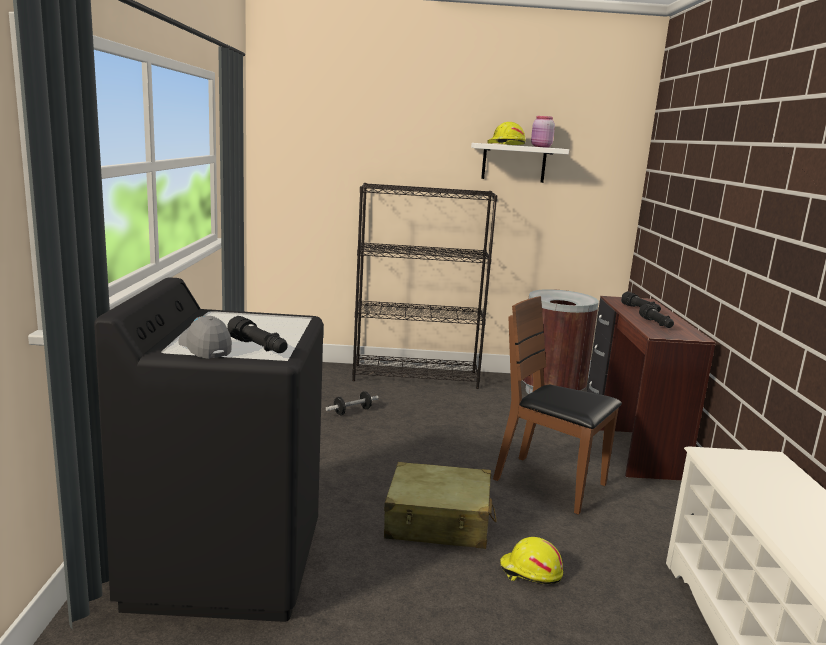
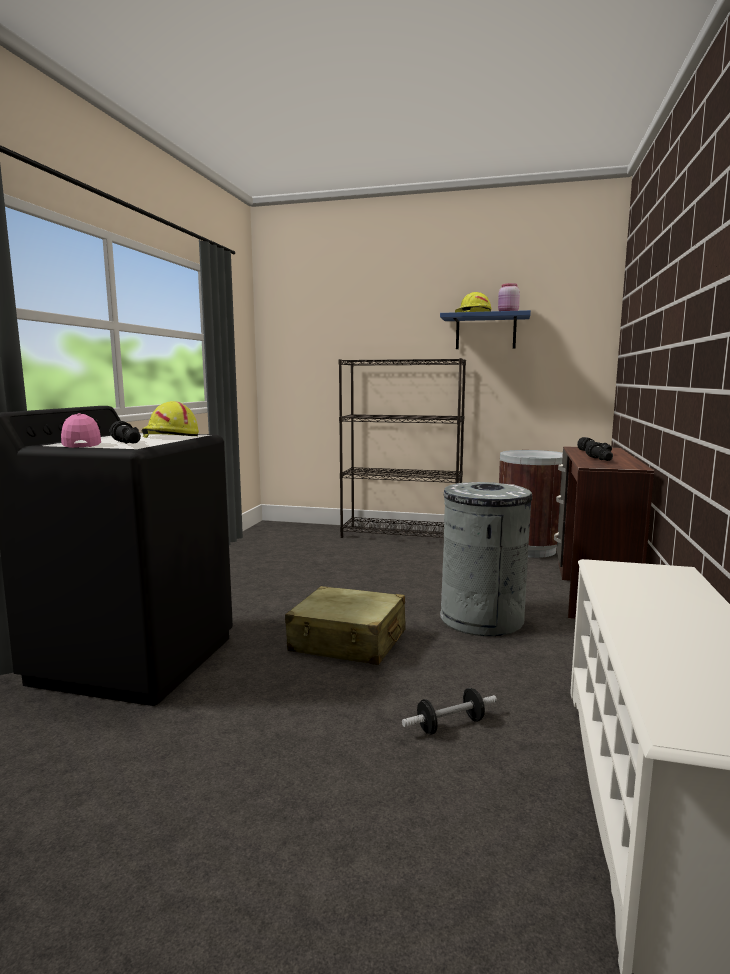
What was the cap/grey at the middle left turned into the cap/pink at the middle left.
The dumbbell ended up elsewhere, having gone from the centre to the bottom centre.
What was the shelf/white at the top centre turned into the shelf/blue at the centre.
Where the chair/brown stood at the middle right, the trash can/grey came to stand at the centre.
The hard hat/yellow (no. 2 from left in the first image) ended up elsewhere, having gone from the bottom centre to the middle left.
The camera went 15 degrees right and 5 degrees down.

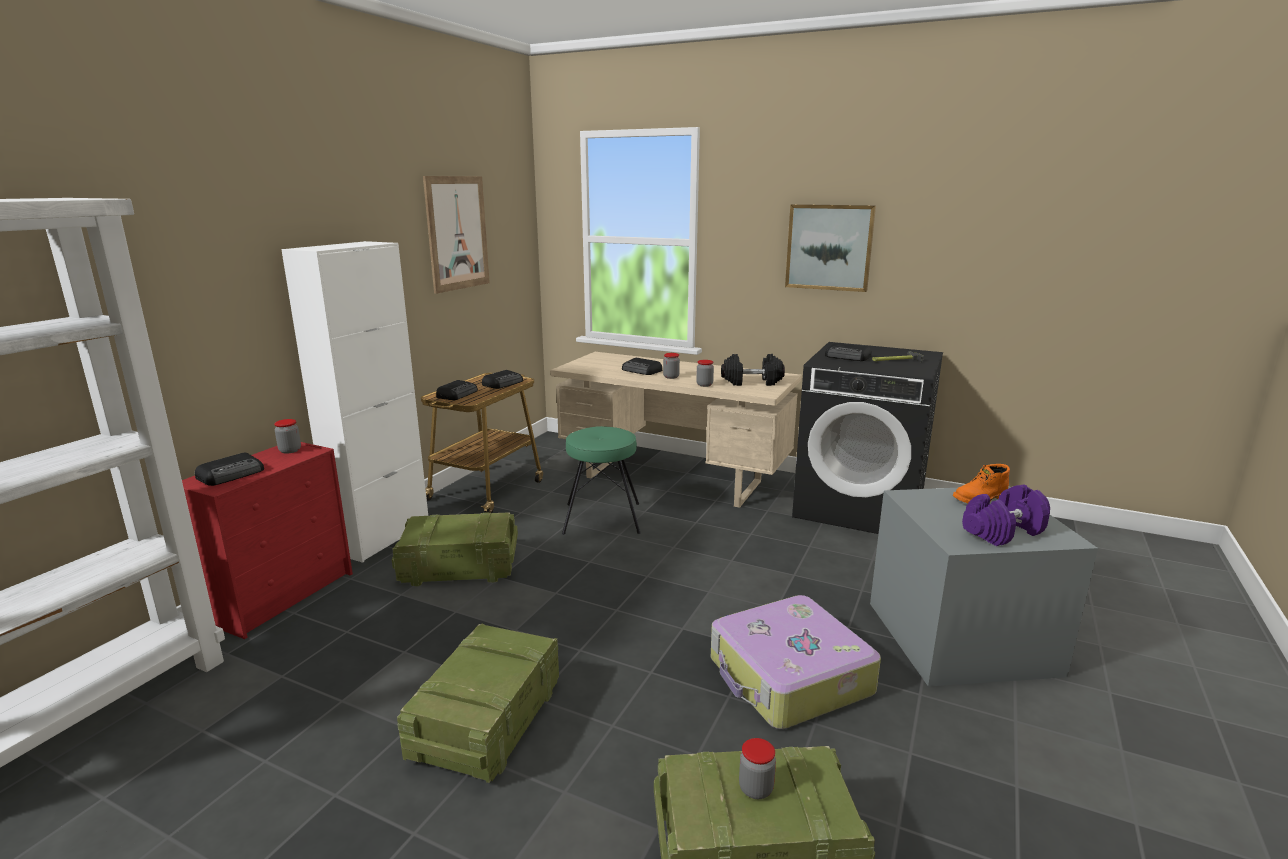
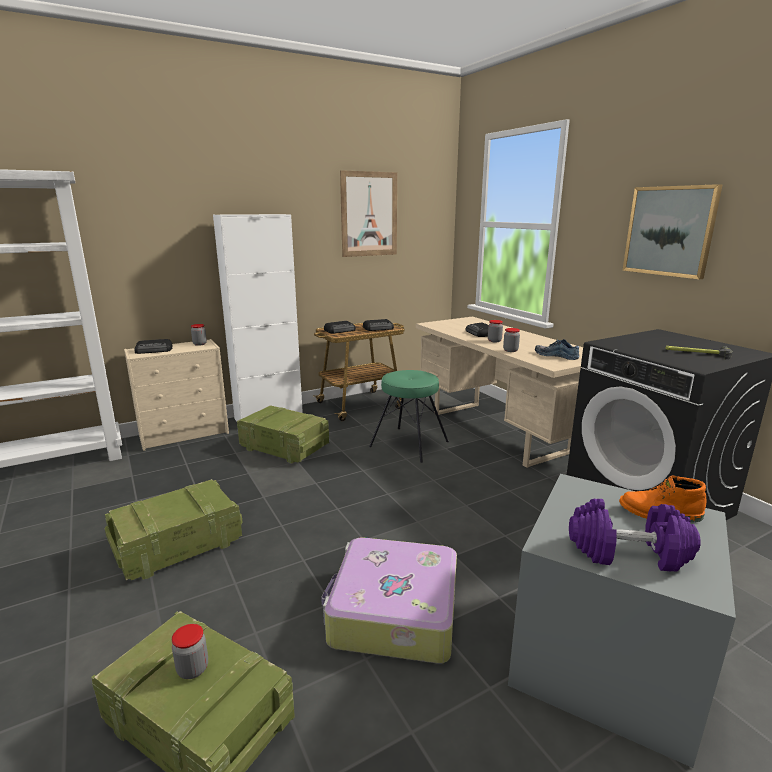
What was the dresser/red at the middle left turned into the dresser/beige at the middle left.
Where the dumbbell/black stood at the centre, the shoe came to stand at the middle right.
The second view lost the radio (no. 5 from left) at the centre.
The camera went 35 degrees right and 0 degrees up.

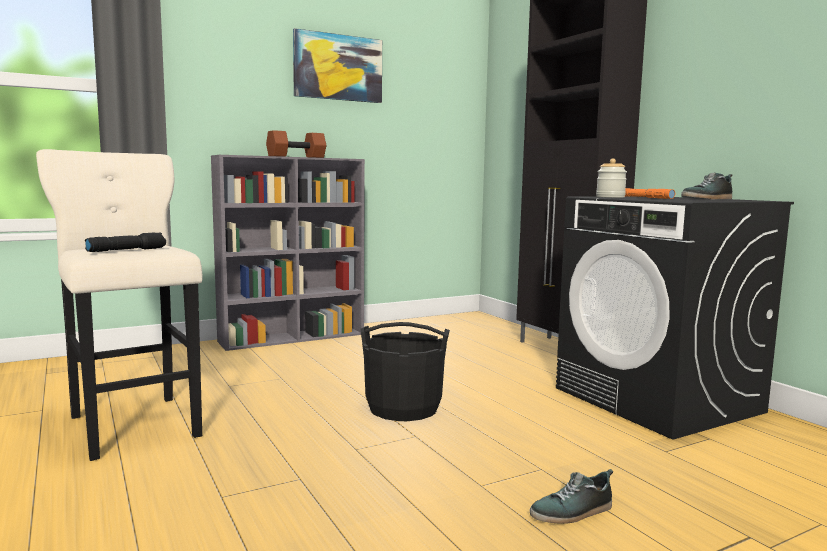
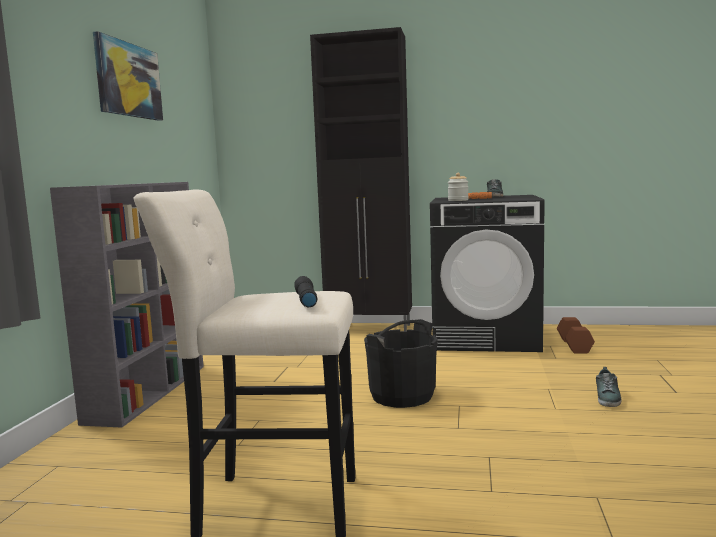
The dumbbell/brown ended up elsewhere, having gone from the top centre to the middle right.
The camera went 50 degrees left and 0 degrees up.

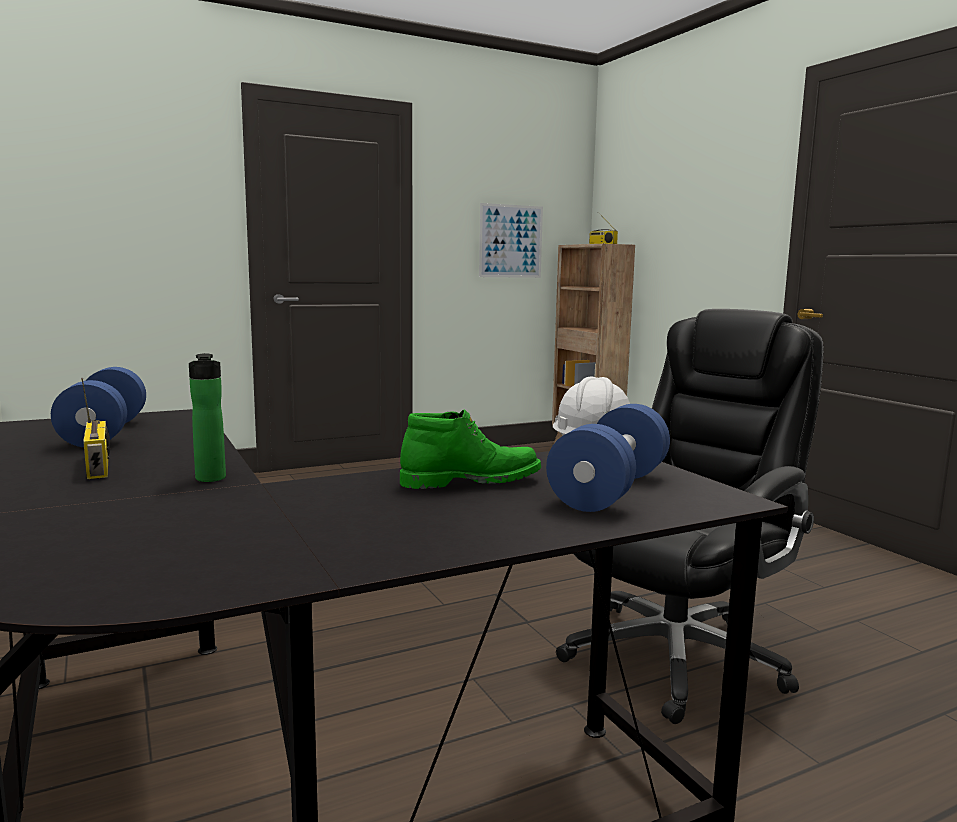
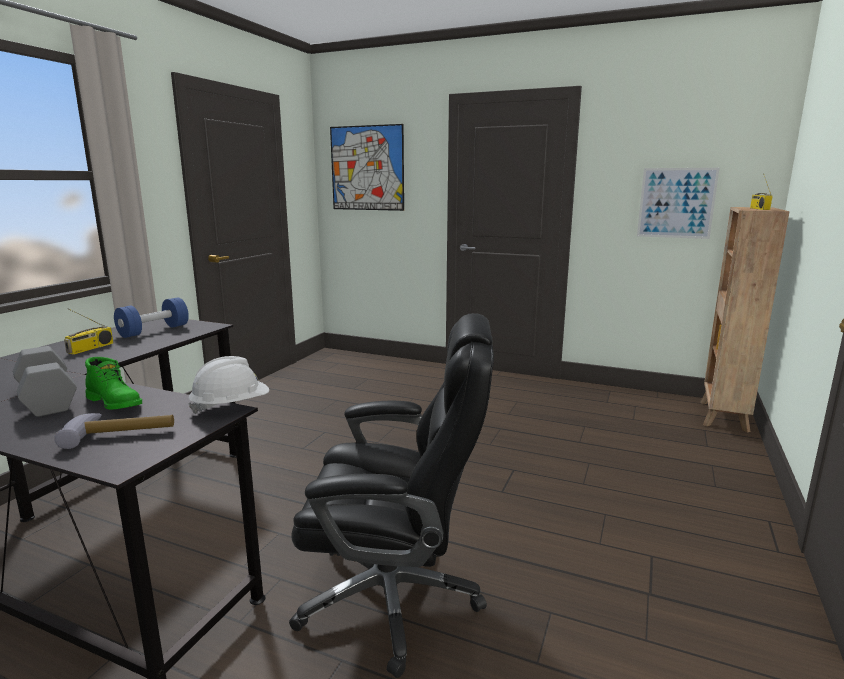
The second view lost the bottle at the middle left.
Where the dumbbell/blue (no. 2 from left) stood at the centre, the hammer came to stand at the middle left.
The second view gained the dumbbell/grey at the middle left.
The second view gained the picture (no. 1 from left) at the top centre.
The camera went 50 degrees right and 5 degrees up.

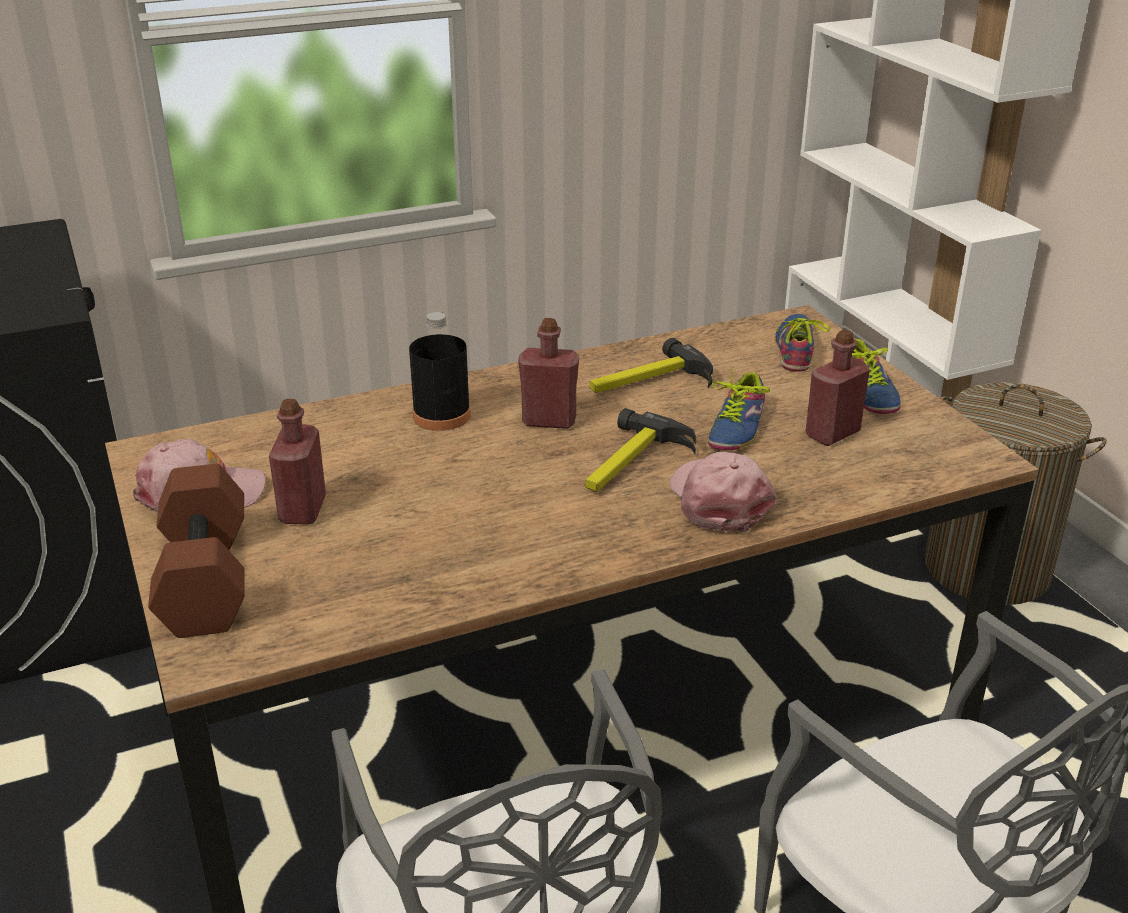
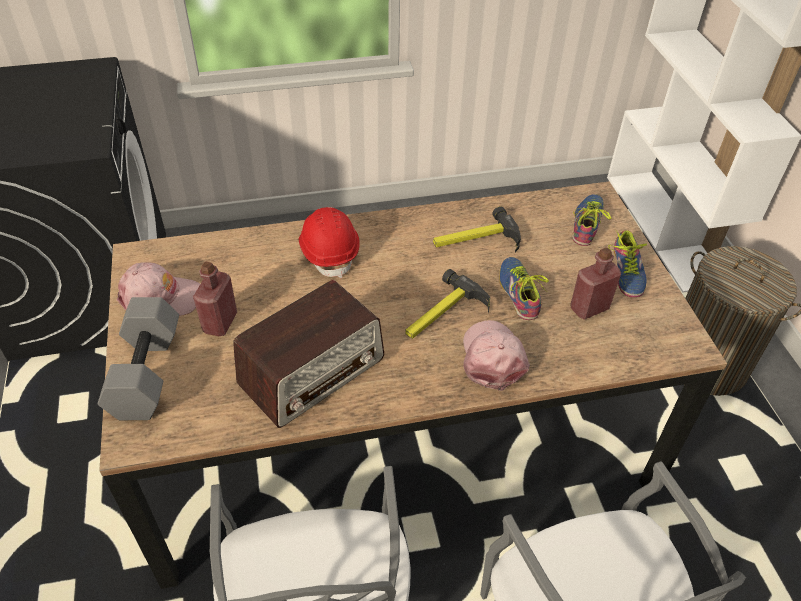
What was the dumbbell/brown at the middle left turned into the dumbbell/grey at the middle left.
Where the bottle/black stood at the centre, the hard hat/red came to stand at the centre.
The second view lost the bottle/red (no. 2 from left) at the centre.
The shoe (no. 1 from left) at the centre ended up facing another way, 135 degrees clockwise from before.
The second view gained the radio at the centre.
The camera went 10 degrees right and 15 degrees up.

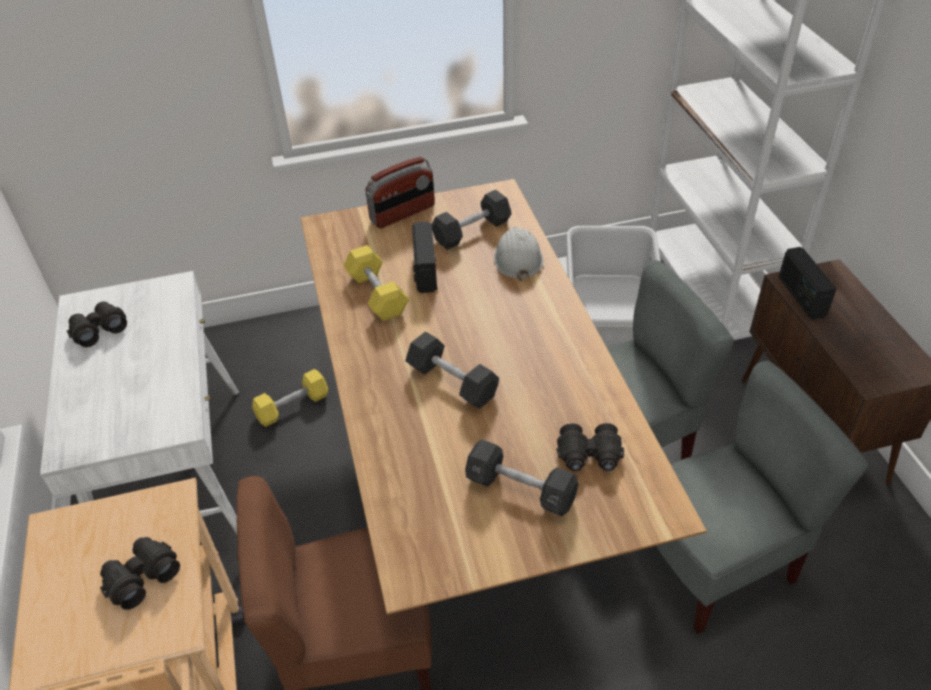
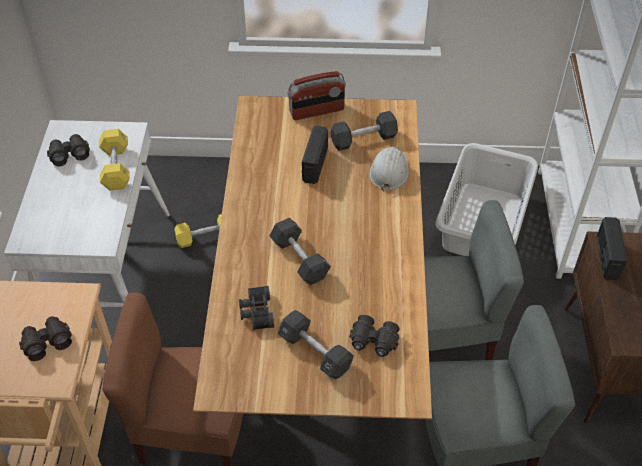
The dumbbell/yellow (no. 2 from left in the first image) ended up elsewhere, having gone from the centre to the middle left.
The second view gained the binoculars/black (no. 3 from left) at the centre.
The camera went 15 degrees right and 5 degrees up.

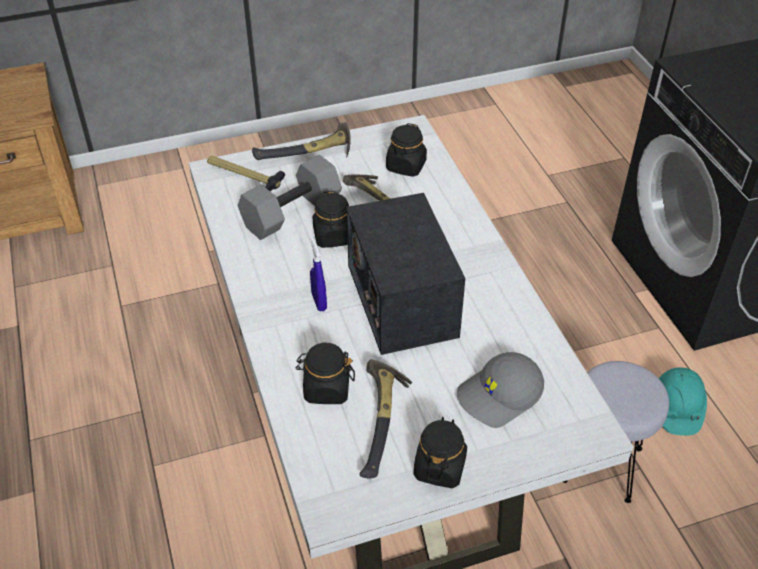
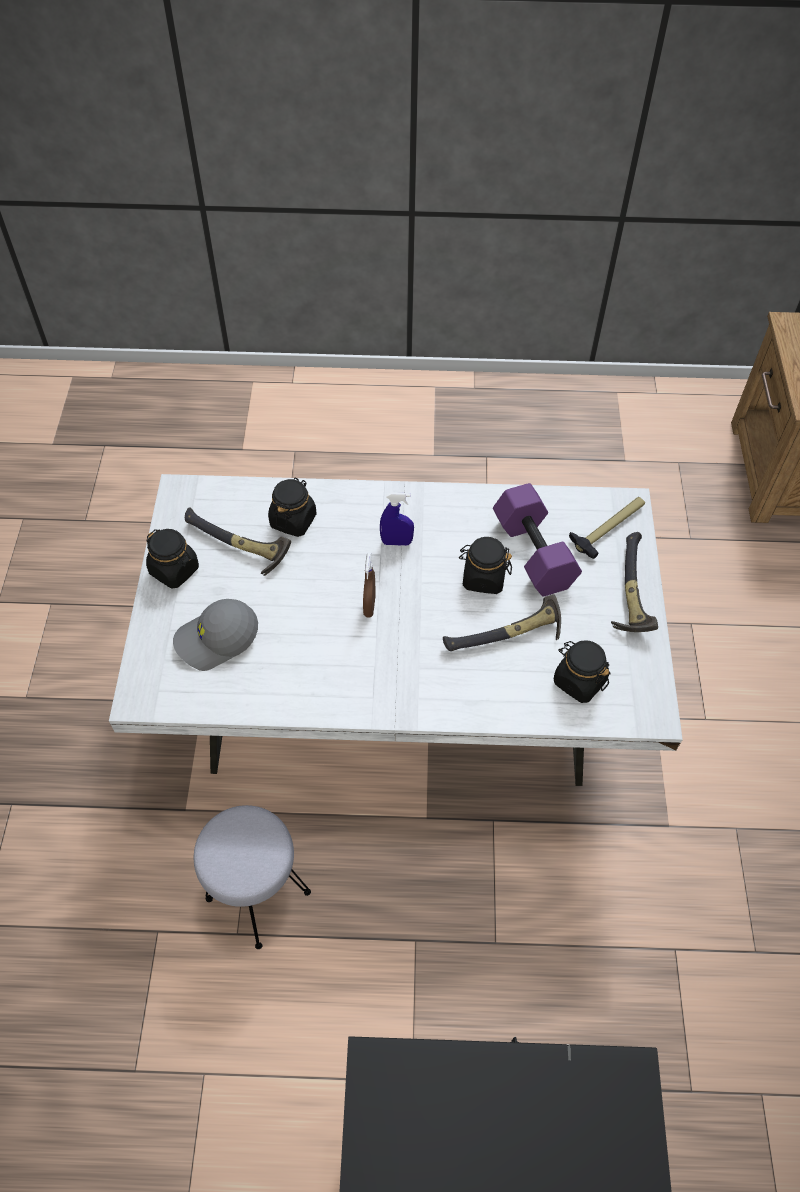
What was the dumbbell/grey at the centre turned into the dumbbell/purple at the middle right.
Where the radio stood at the centre, the spray bottle/brown came to stand at the centre.
The cap/grey at the bottom centre ended up facing another way, 105 degrees counterclockwise from before.
The second view lost the hard hat/turquoise at the bottom right.
The camera went 110 degrees right and 10 degrees up.

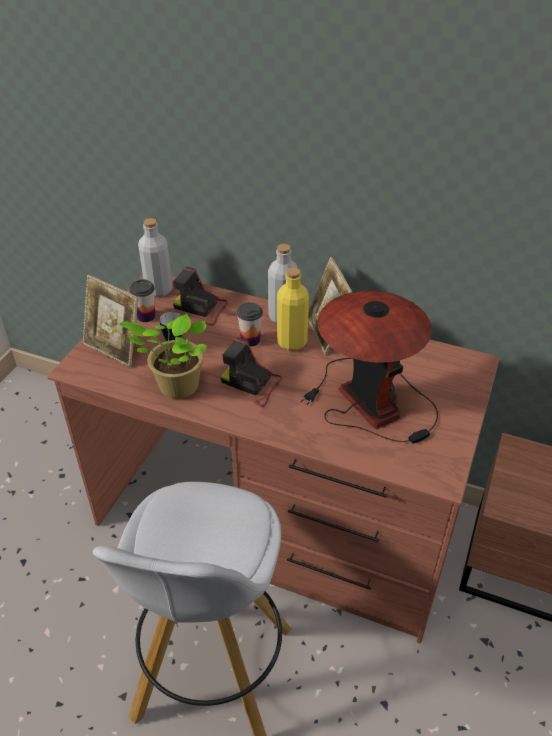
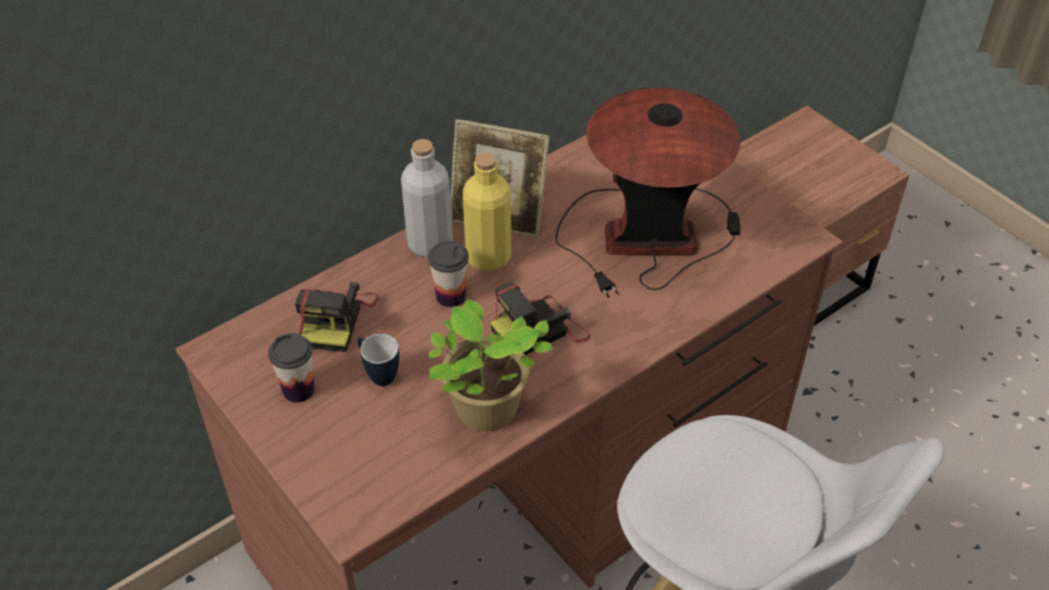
The second view lost the picture frame (no. 1 from left) at the middle left.
The second view lost the bottle/grey (no. 1 from left) at the middle left.
The photo camera (no. 1 from left) at the centre ended up facing another way, 45 degrees counterclockwise from before.
The camera went 60 degrees left and 5 degrees up.

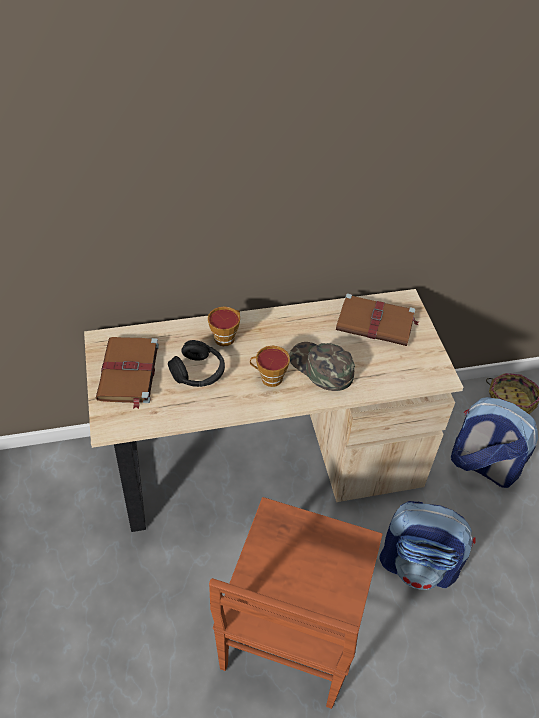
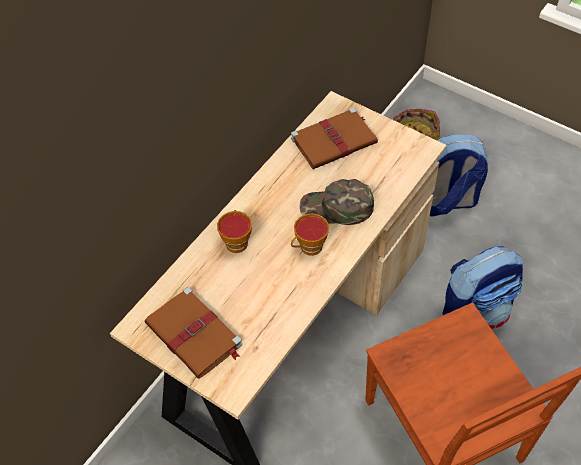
The second view lost the headphones/black at the centre.
The camera went 40 degrees left and 5 degrees up.

